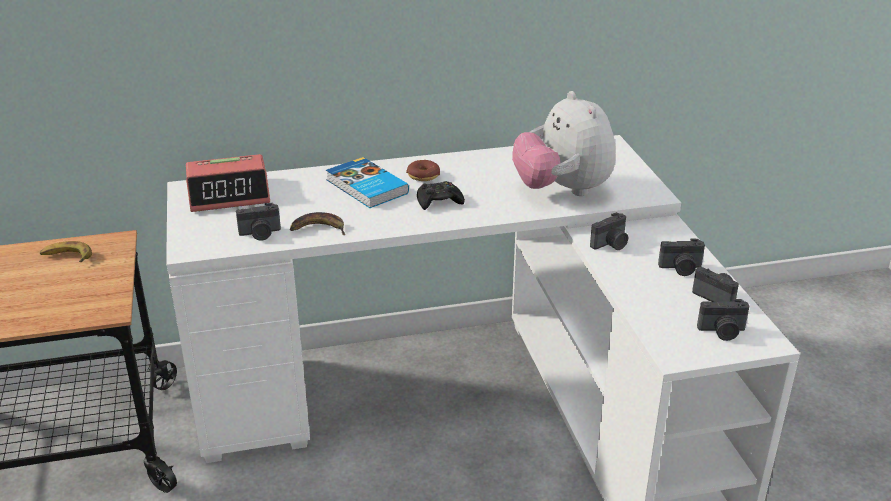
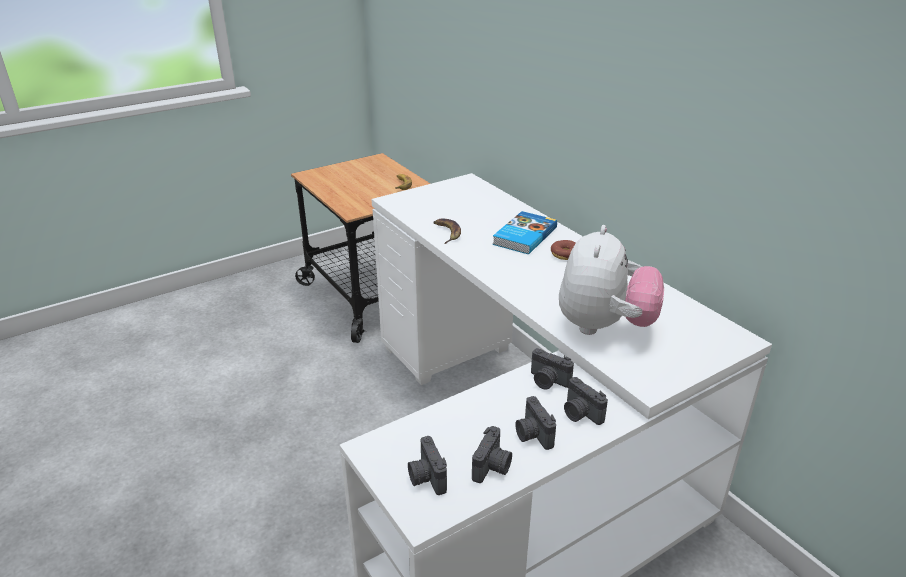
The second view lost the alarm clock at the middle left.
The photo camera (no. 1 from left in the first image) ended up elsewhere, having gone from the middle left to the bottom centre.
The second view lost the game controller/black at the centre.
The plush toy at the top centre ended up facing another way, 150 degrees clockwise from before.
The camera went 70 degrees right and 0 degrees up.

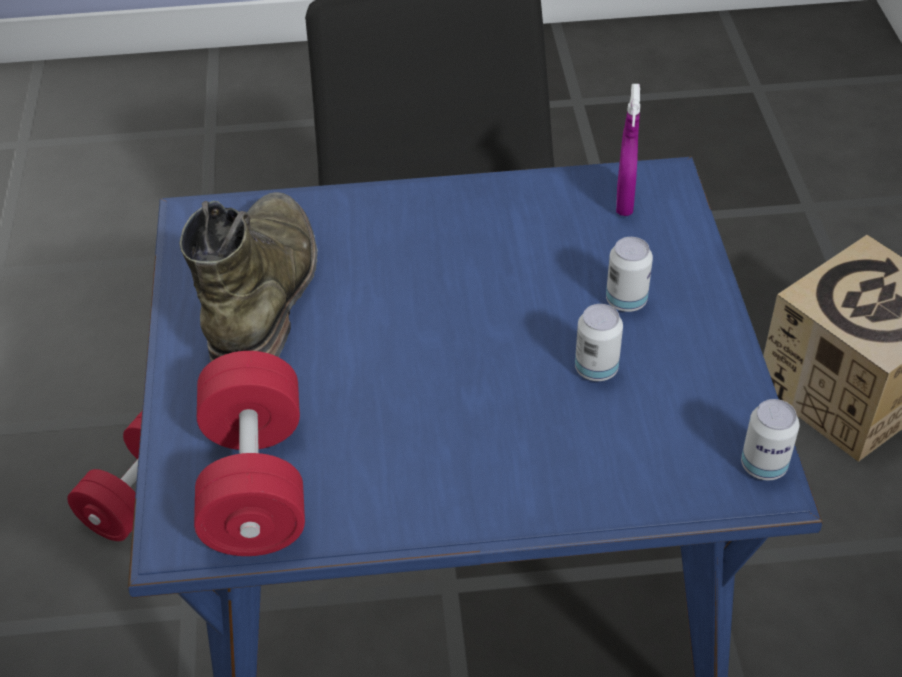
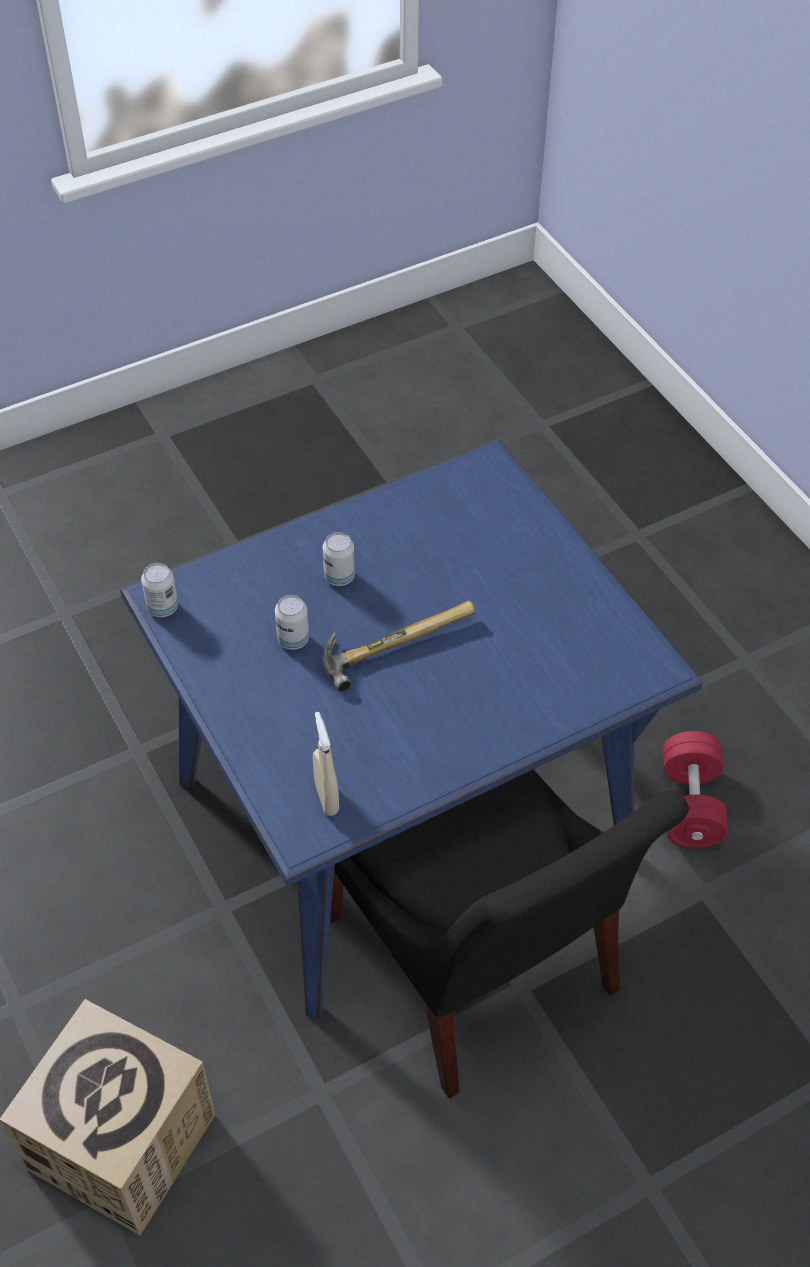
The second view lost the boot/green at the middle left.
The second view lost the dumbbell/red (no. 2 from left) at the bottom left.
The can (no. 2 from left in the first image) ended up elsewhere, having gone from the middle right to the centre.
What was the spray bottle/purple at the top right turned into the spray bottle/beige at the centre.
The second view gained the hammer at the centre.
The camera went 155 degrees right and 5 degrees up.

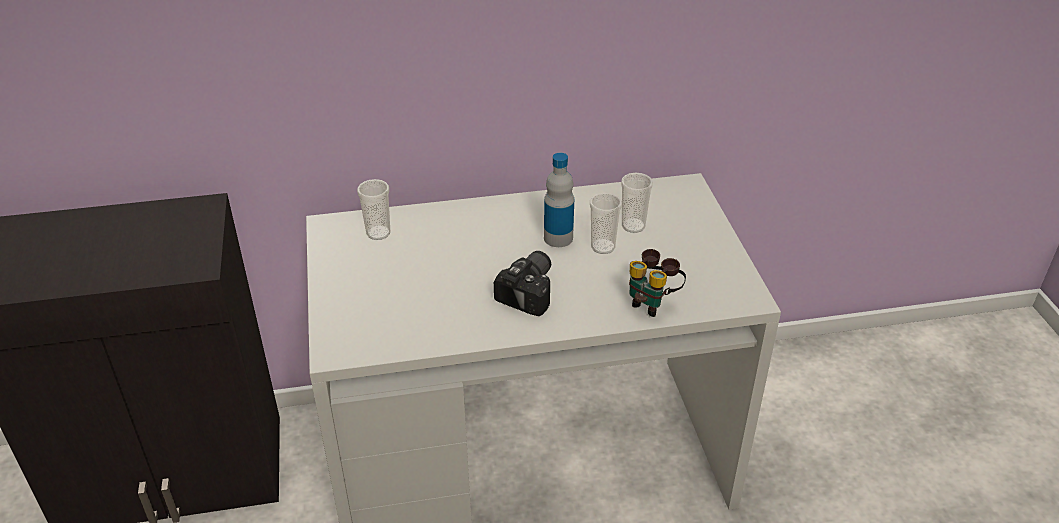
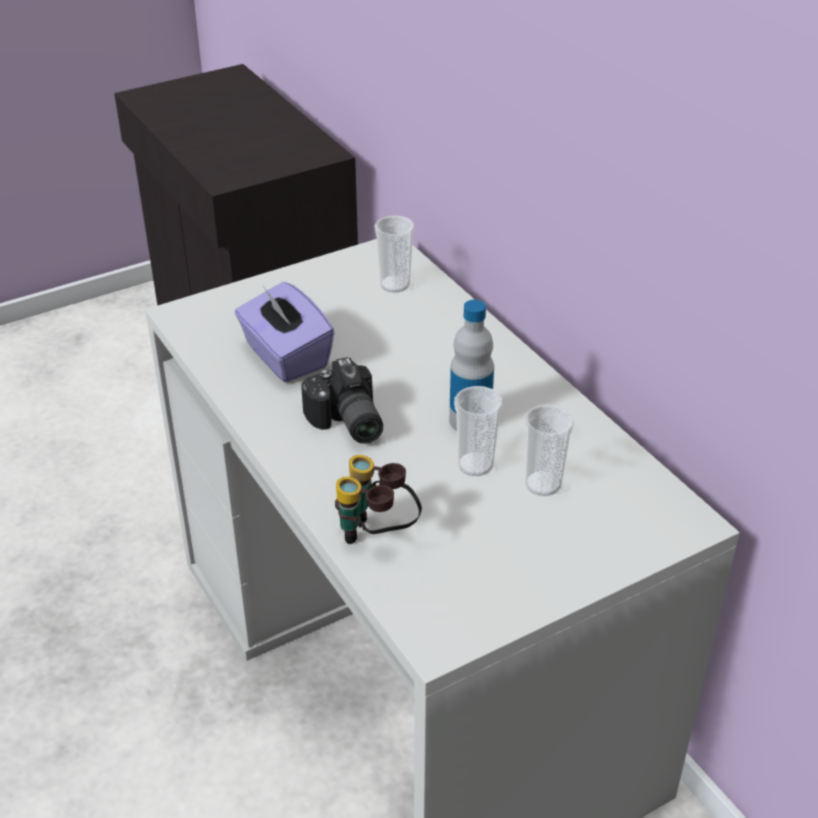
The photo camera at the centre ended up facing another way, 60 degrees clockwise from before.
The second view gained the tissue box/purple at the centre.
The camera went 70 degrees right and 0 degrees up.

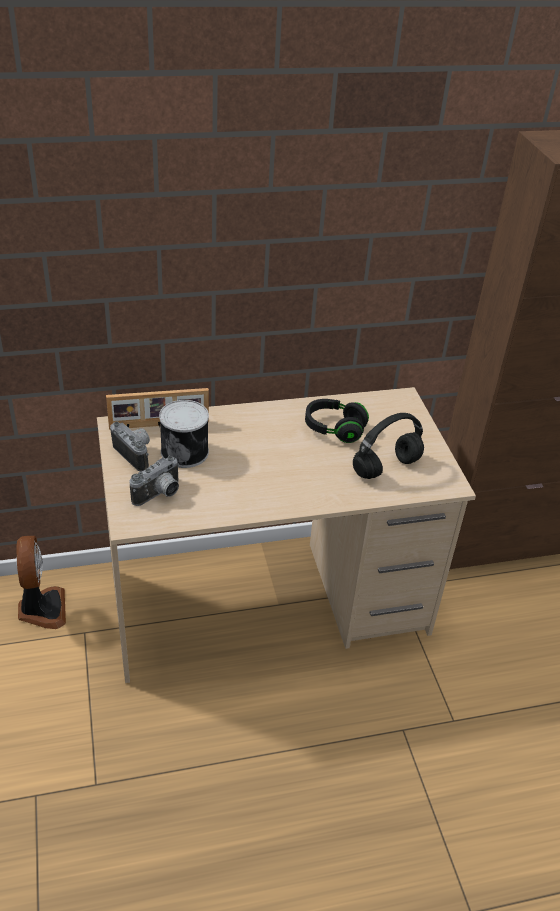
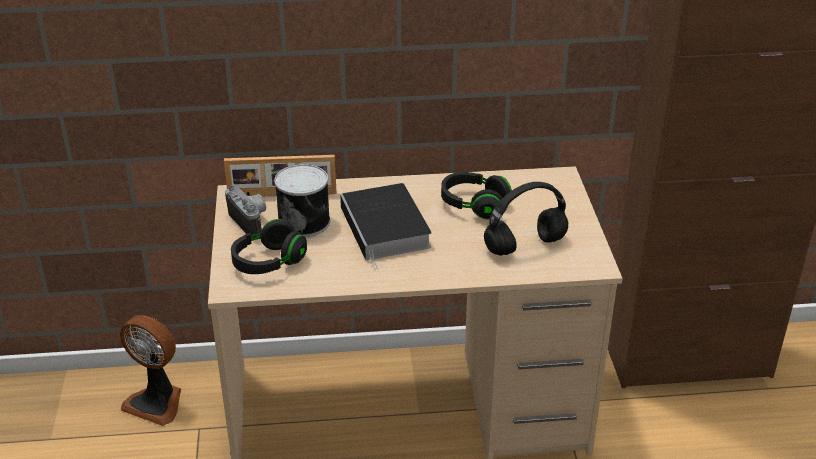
The fan at the middle left ended up facing another way, 120 degrees clockwise from before.
Where the photo camera (no. 2 from left) stood at the middle left, the headphones/black (no. 1 from left) came to stand at the middle left.
The second view gained the book at the centre.
The camera went 10 degrees right and 5 degrees down.

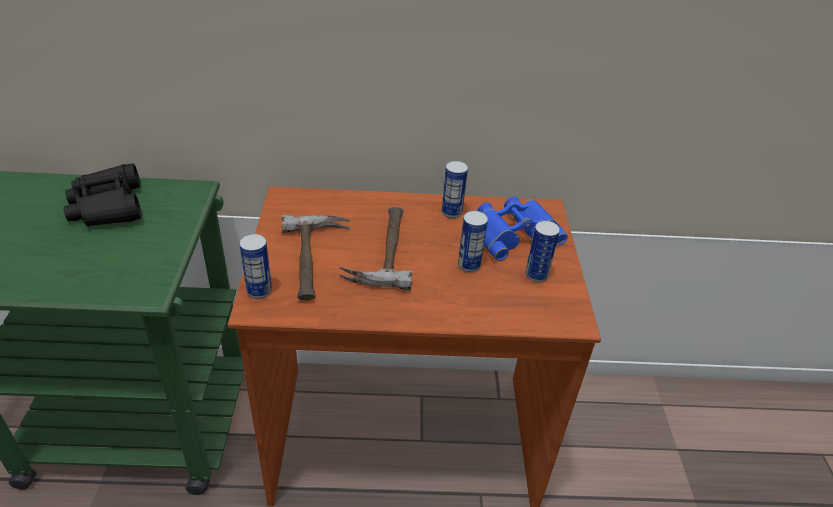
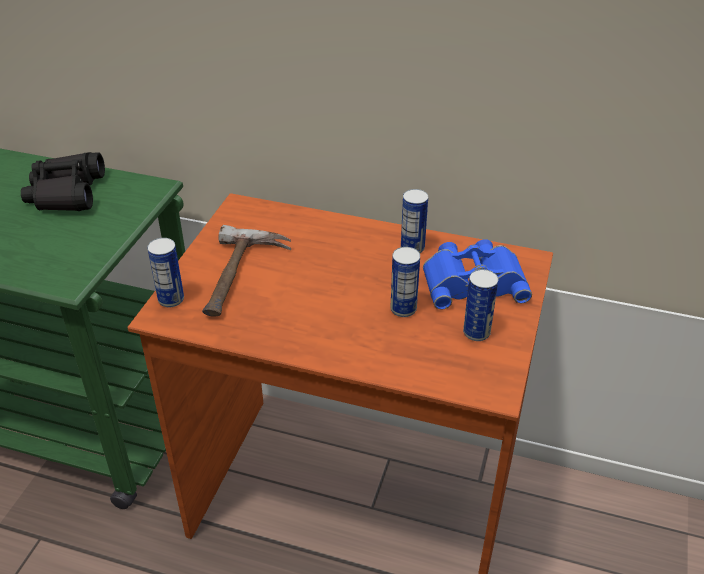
The second view lost the hammer (no. 2 from left) at the centre.
The camera went 20 degrees right and 0 degrees up.

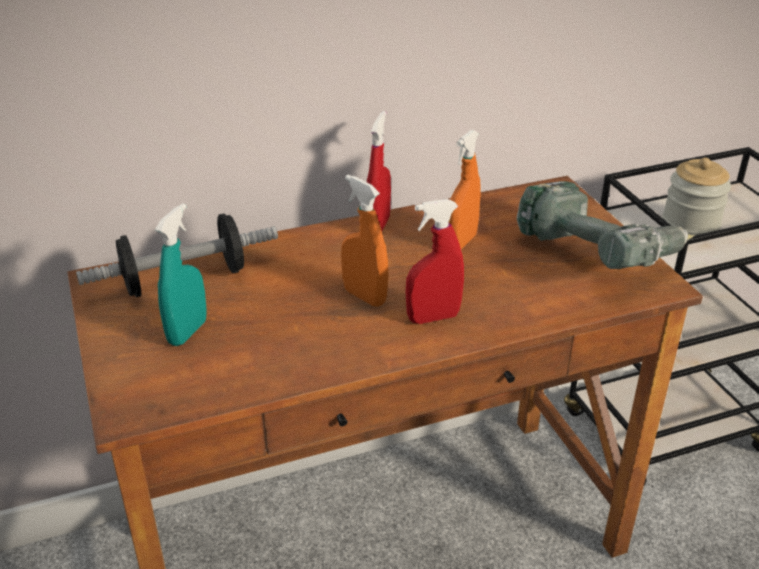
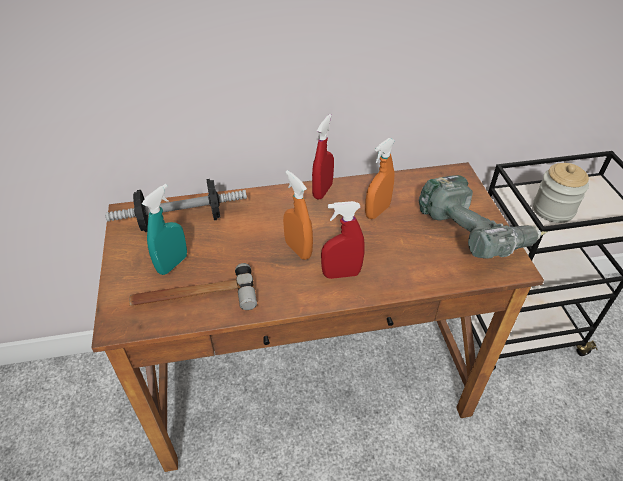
The second view gained the hammer at the middle left.
The camera went 10 degrees right and 10 degrees up.

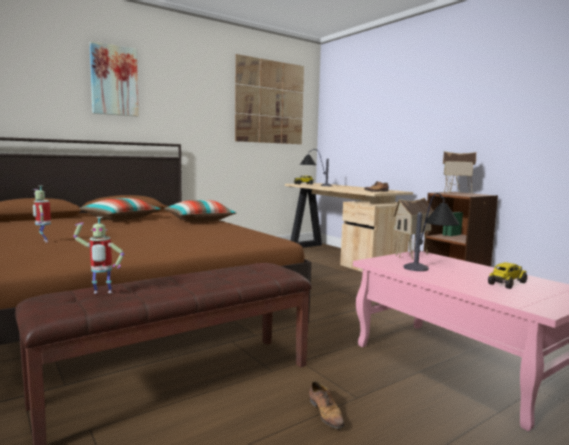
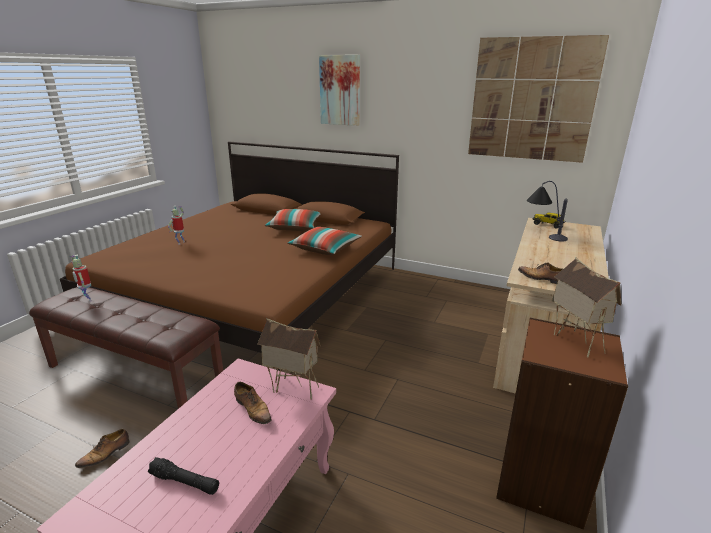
Where the table lamp (no. 2 from left) stood at the middle right, the shoe (no. 2 from left) came to stand at the bottom centre.
Where the toy truck (no. 2 from left) stood at the middle right, the flashlight/black came to stand at the bottom left.
The camera went 60 degrees right and 15 degrees up.

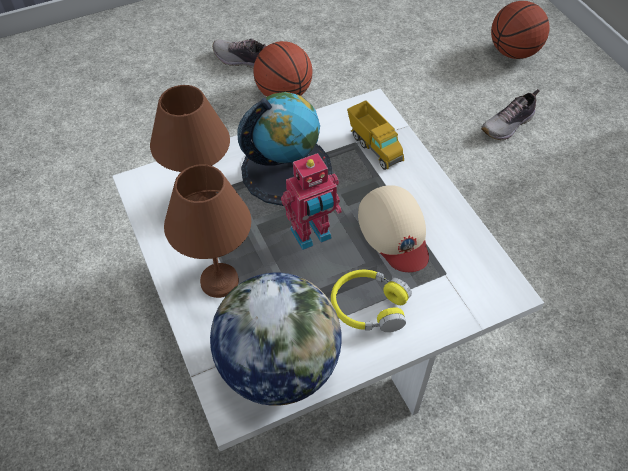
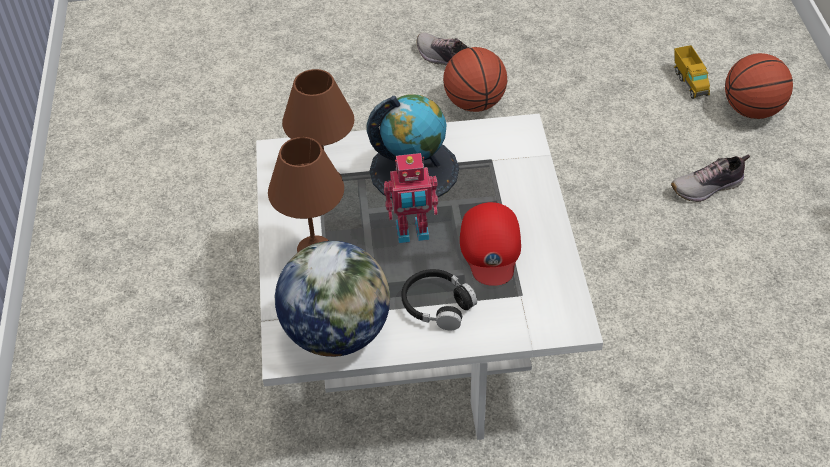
What was the headphones/yellow at the centre turned into the headphones/black at the centre.
The toy truck ended up elsewhere, having gone from the top centre to the top right.
What was the cap/beige at the centre turned into the cap/red at the centre.
The camera went 20 degrees right and 5 degrees down.

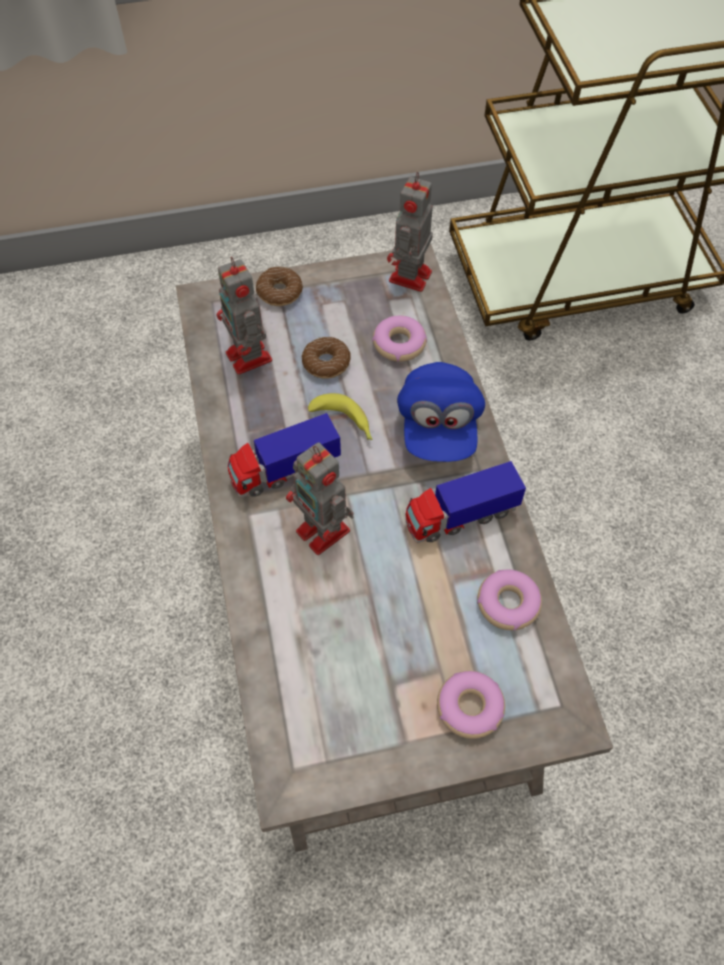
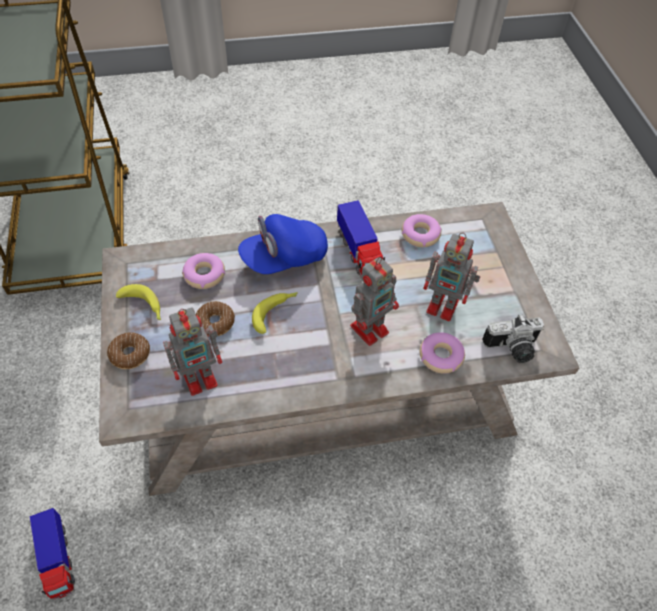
The toy truck (no. 1 from left) ended up elsewhere, having gone from the centre to the bottom left.
The toy robot (no. 3 from left) ended up elsewhere, having gone from the top centre to the middle right.
The cap/blue at the centre ended up facing another way, 150 degrees clockwise from before.
The donut (no. 4 from left in the first image) ended up elsewhere, having gone from the bottom centre to the middle right.
The second view gained the banana (no. 1 from left) at the middle left.
The second view gained the photo camera at the middle right.
The camera went 90 degrees left and 5 degrees down.

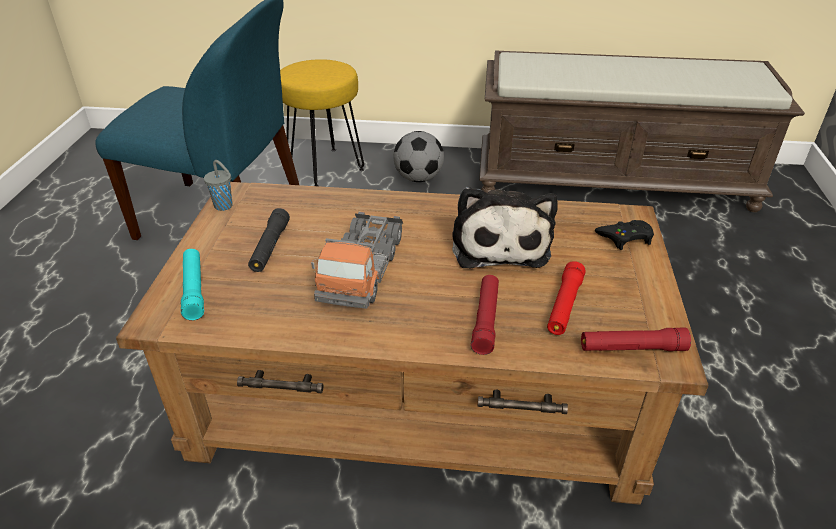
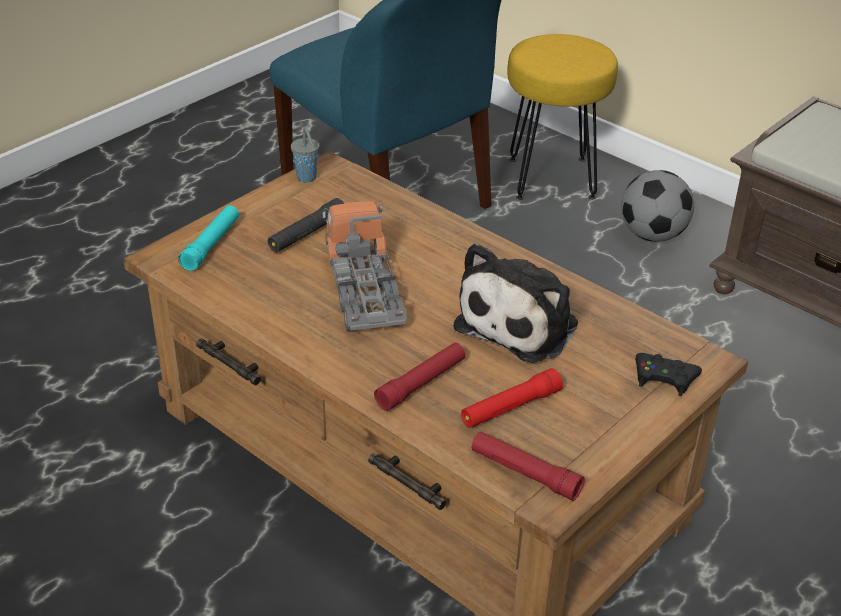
The toy truck at the centre ended up facing another way, 120 degrees clockwise from before.
The camera went 35 degrees right and 0 degrees up.

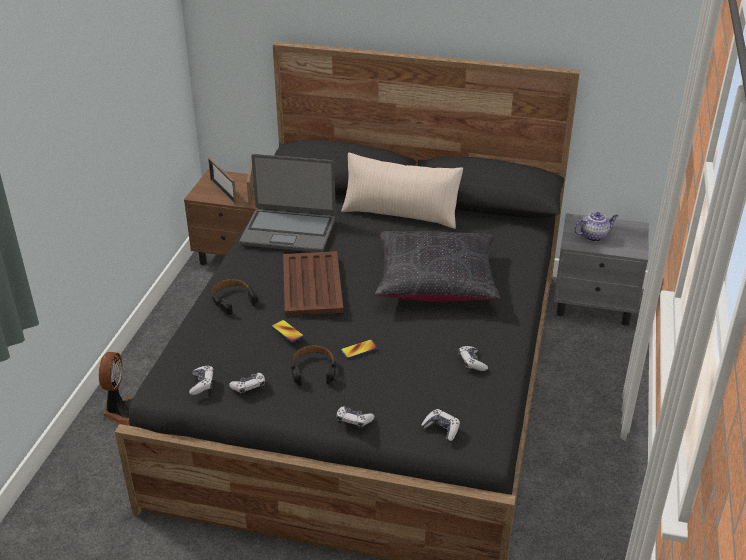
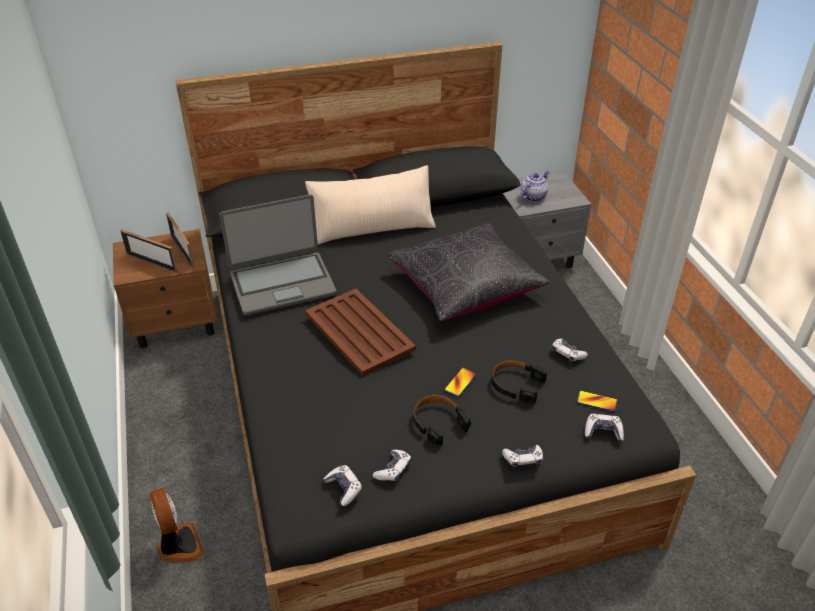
The headphones/black (no. 1 from left in the first image) ended up elsewhere, having gone from the middle left to the centre.
The phone (no. 1 from left in the first image) ended up elsewhere, having gone from the centre to the middle right.
The camera went 30 degrees left and 5 degrees up.

